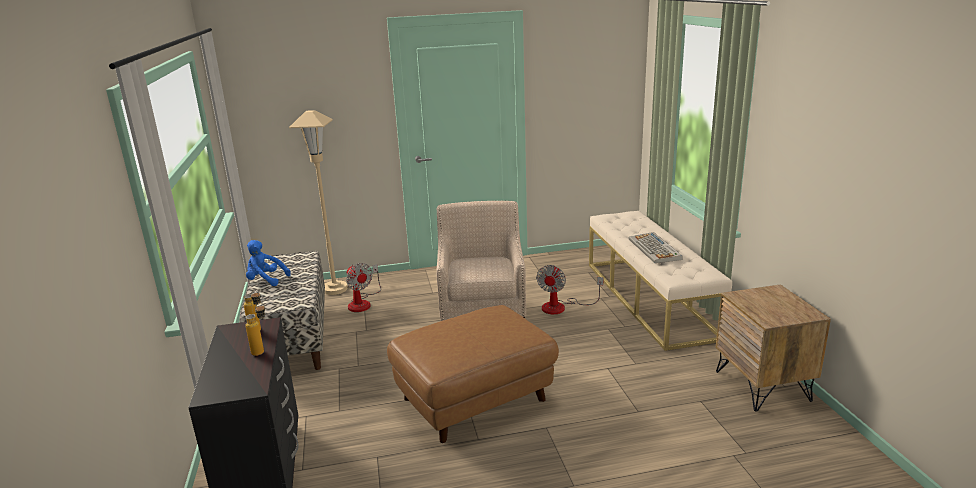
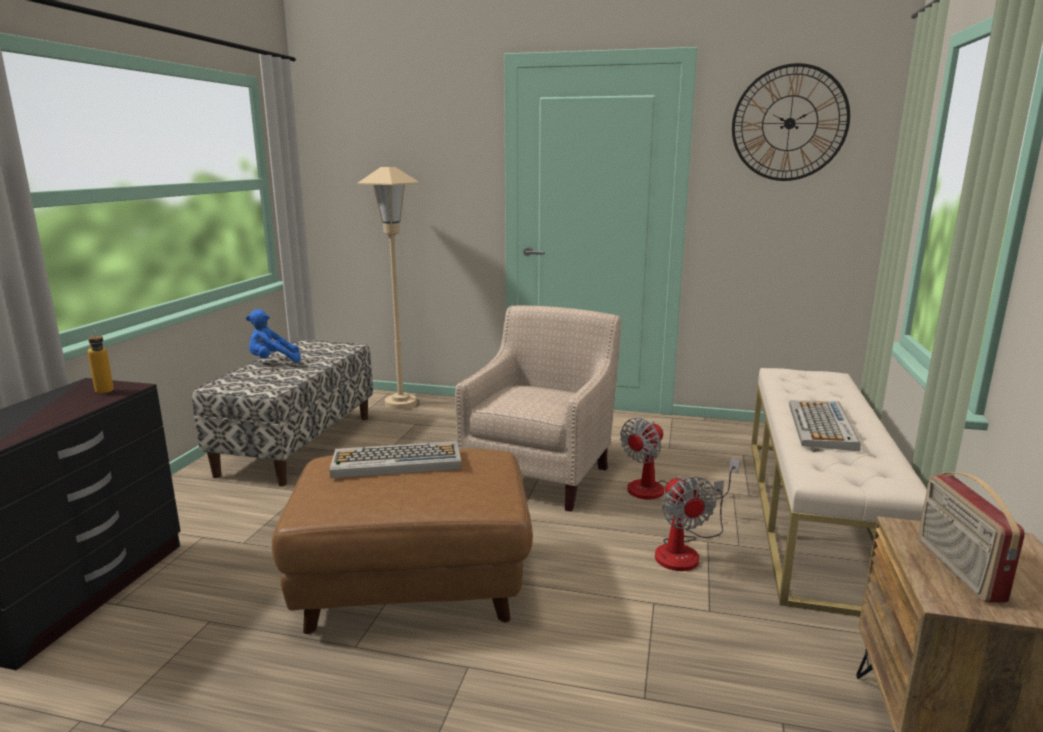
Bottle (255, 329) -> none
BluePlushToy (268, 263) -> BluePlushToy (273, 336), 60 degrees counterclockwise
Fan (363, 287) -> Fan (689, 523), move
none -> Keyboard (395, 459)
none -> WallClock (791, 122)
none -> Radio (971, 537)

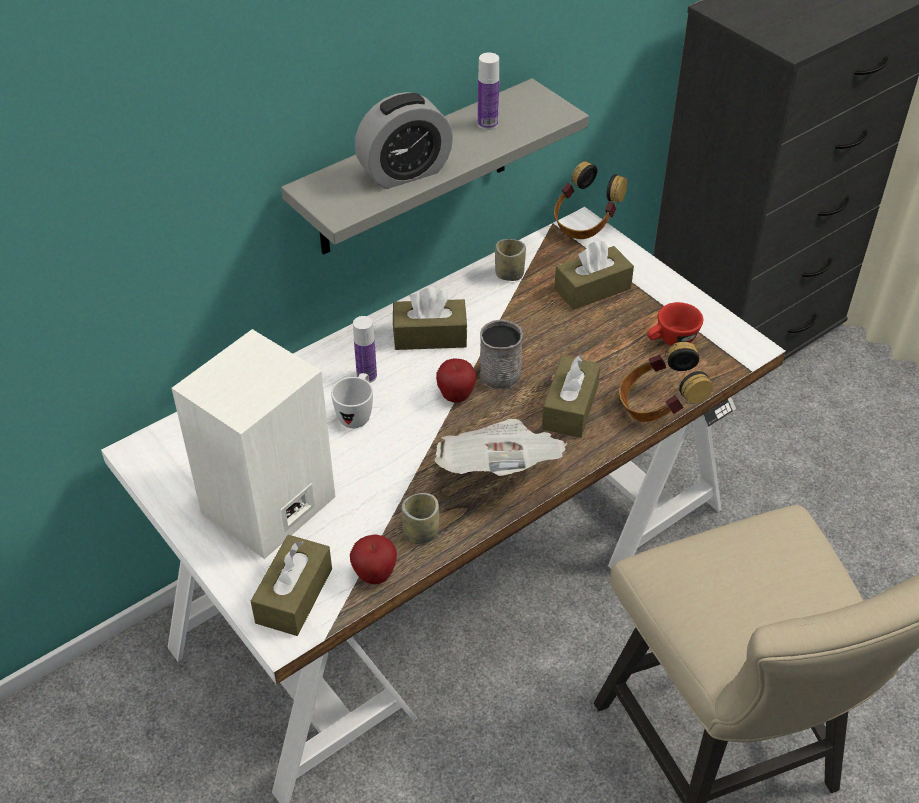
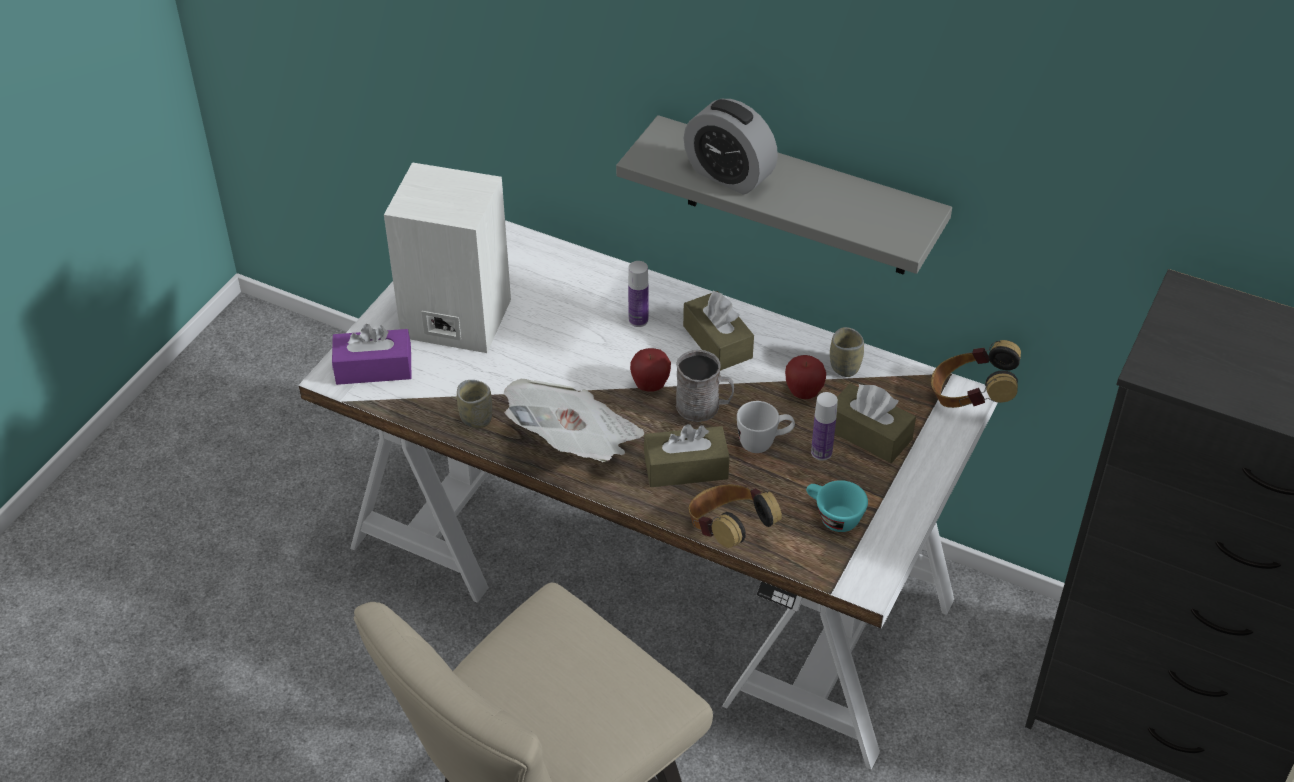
BrownTissueBox (291, 585) -> PurpleTissueBox (372, 354)
WhiteMug (352, 400) -> WhiteMug (766, 427), move
Apple (373, 559) -> Apple (805, 377), move
Bottle (488, 91) -> Bottle (824, 426), move
RedCup (675, 324) -> TurquoiseCup (837, 506)

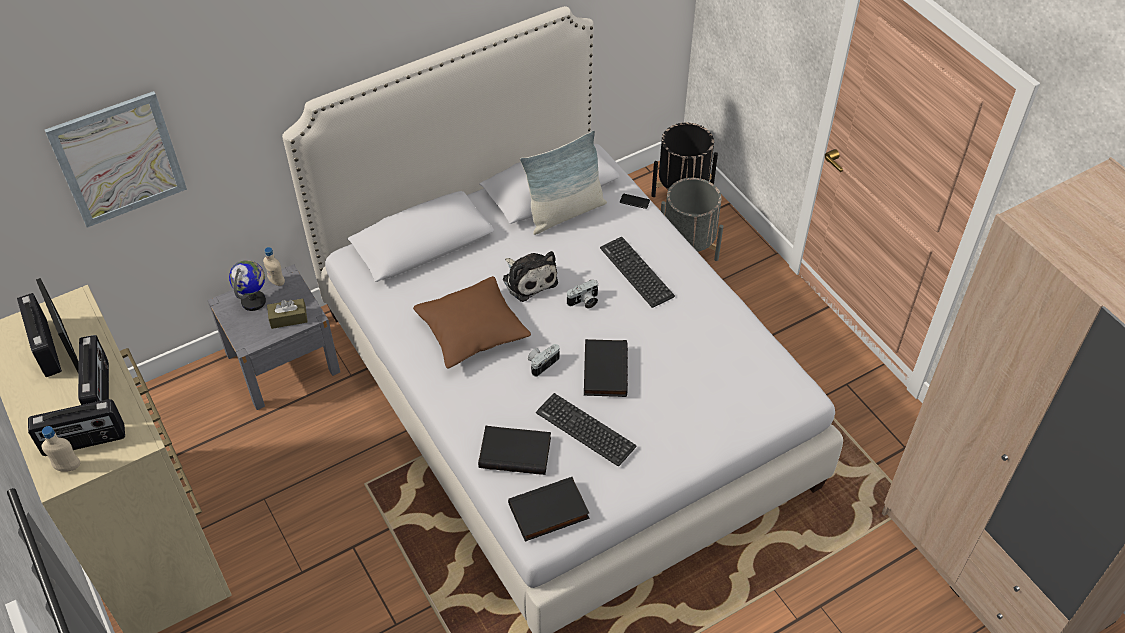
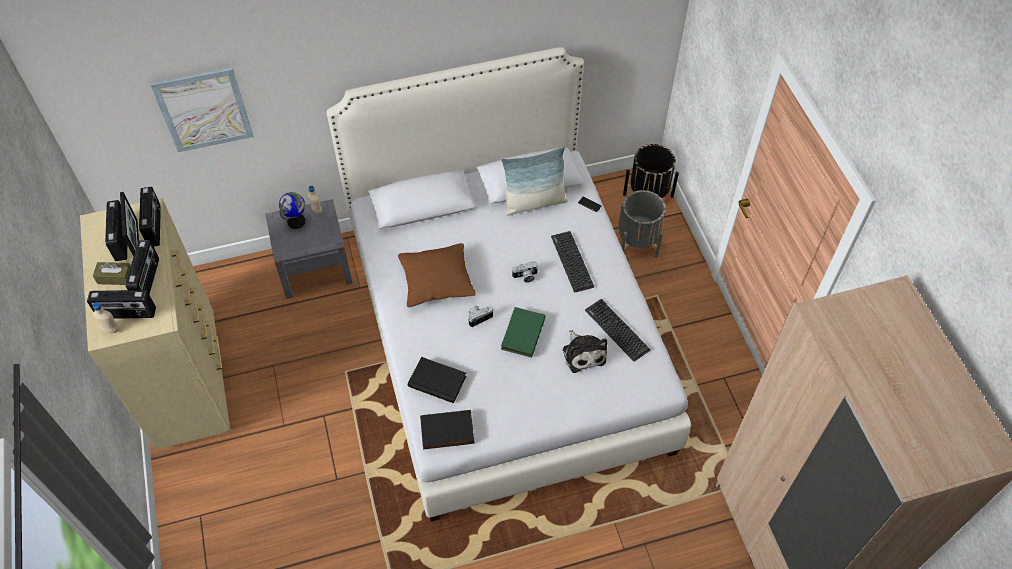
BrownTissueBox (287, 314) -> BrownTissueBox (112, 273), move
PlushToy (530, 276) -> PlushToy (585, 351), move
Keyboard (586, 429) -> Keyboard (617, 330), move
BlackBook (606, 368) -> GreenBook (523, 332)
none -> Radio (150, 216)

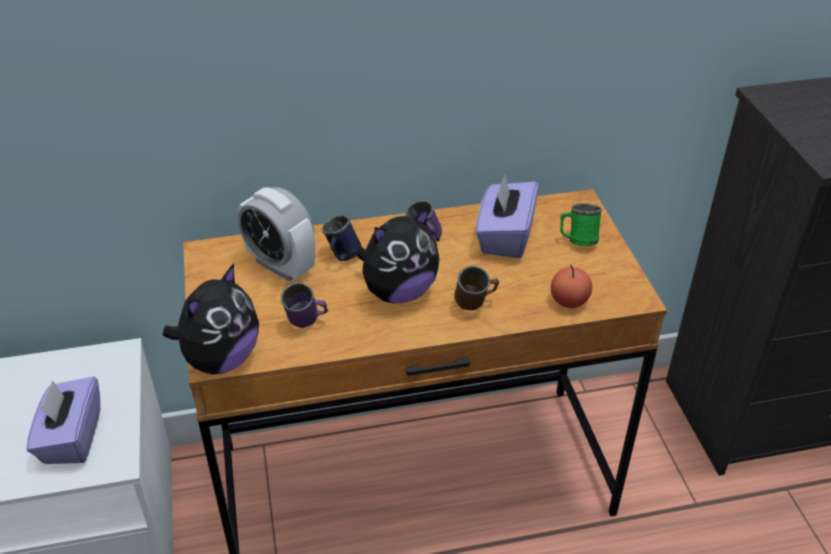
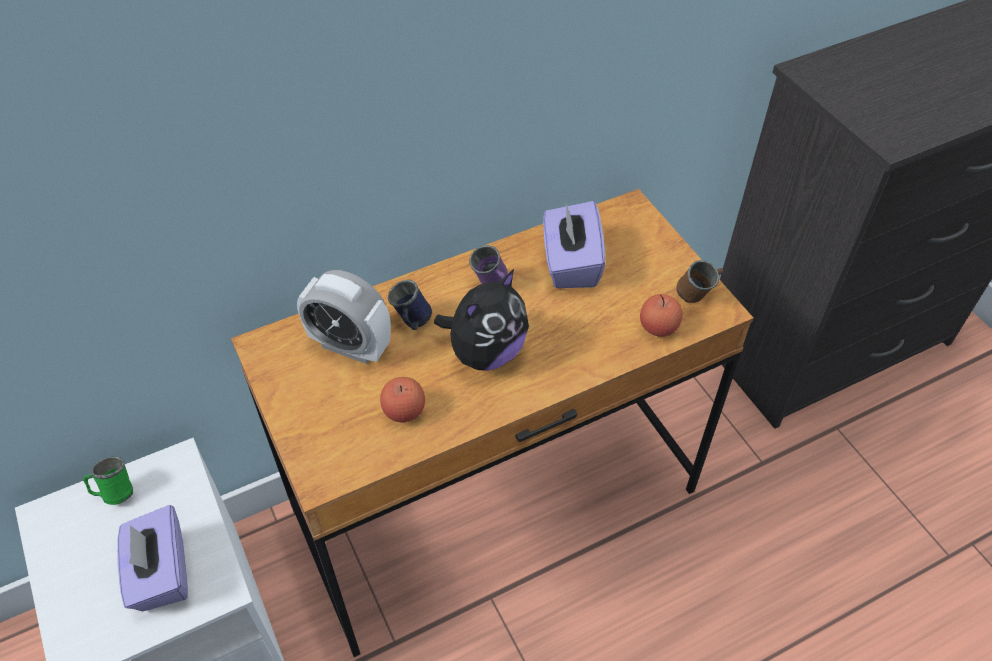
PlushToy (211, 318) -> none
PurpleMug (304, 305) -> Apple (402, 399)
BrownMug (476, 288) -> BrownMug (699, 281), move
GreenMug (581, 225) -> GreenMug (108, 481), move

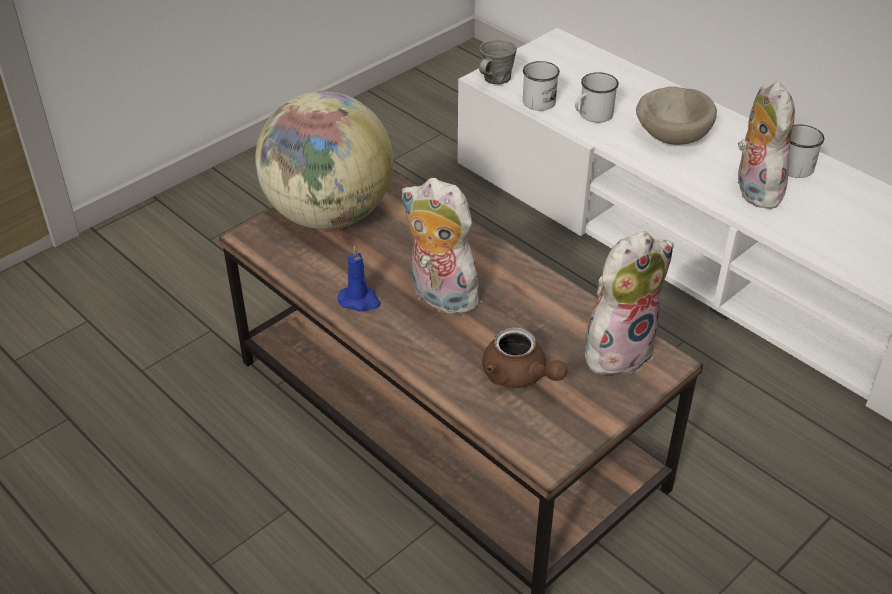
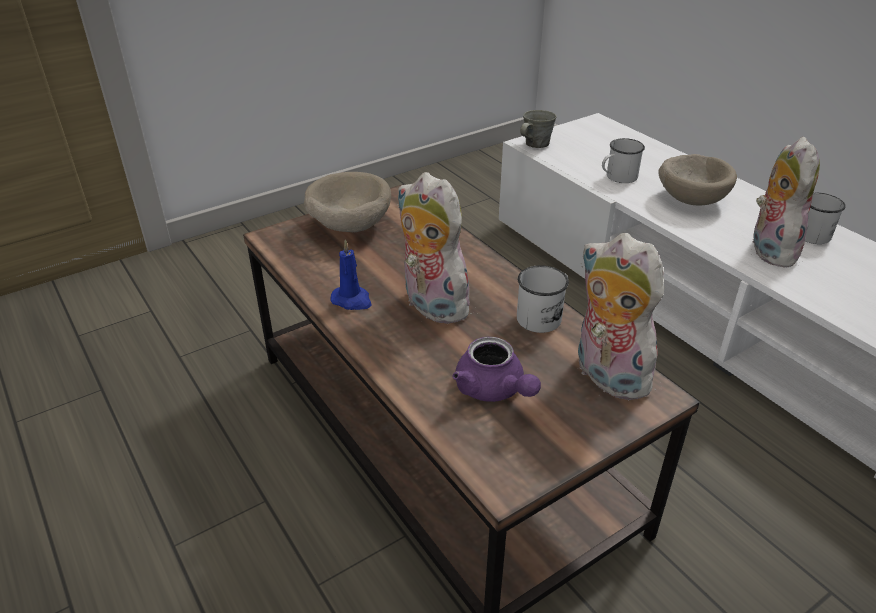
Globe (324, 160) -> BeigeBowl (347, 202)
BrownTeapot (525, 357) -> PurpleTeapot (497, 369)
WhiteMug (541, 86) -> WhiteMug (543, 299), move
PlushToy (629, 303) -> PlushToy (621, 316), 105 degrees counterclockwise

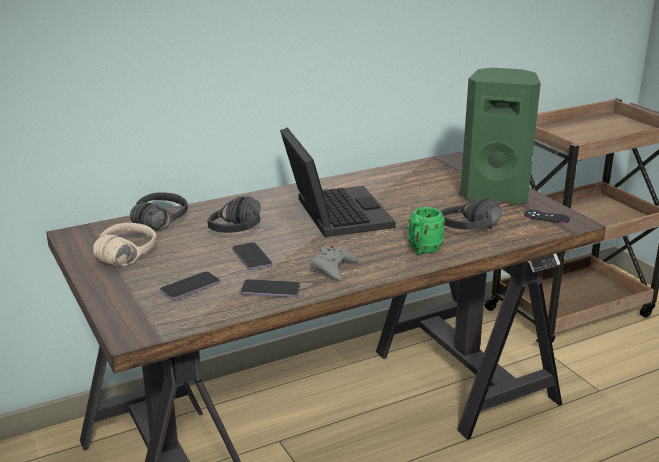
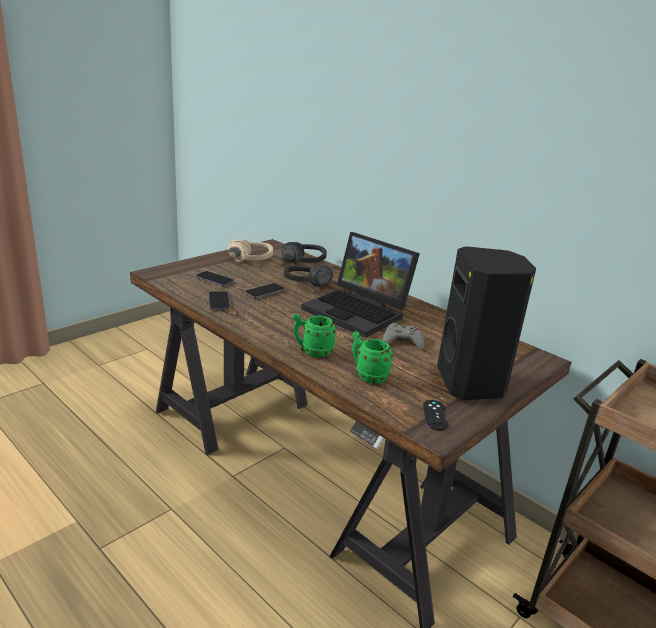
Laptop (338, 182) -> Laptop (360, 285), 75 degrees clockwise
GreyGameController (334, 263) -> GreyGameController (403, 336), move
BlackHeadphones (471, 214) -> GreenMug (372, 357)
GreenSpeaker (500, 136) -> BlackSpeaker (486, 323)

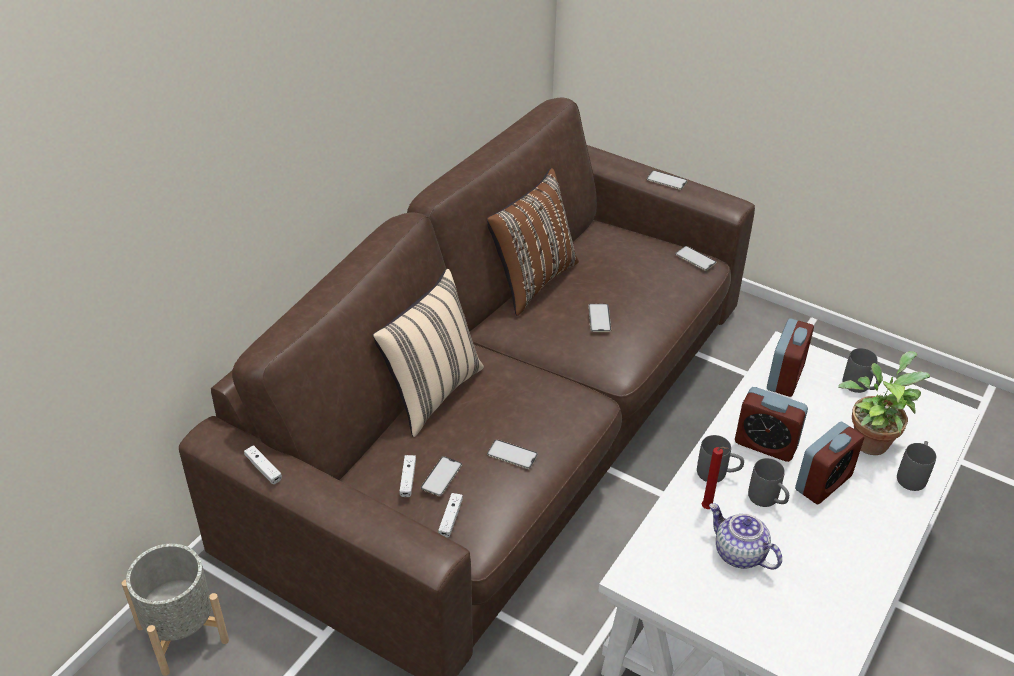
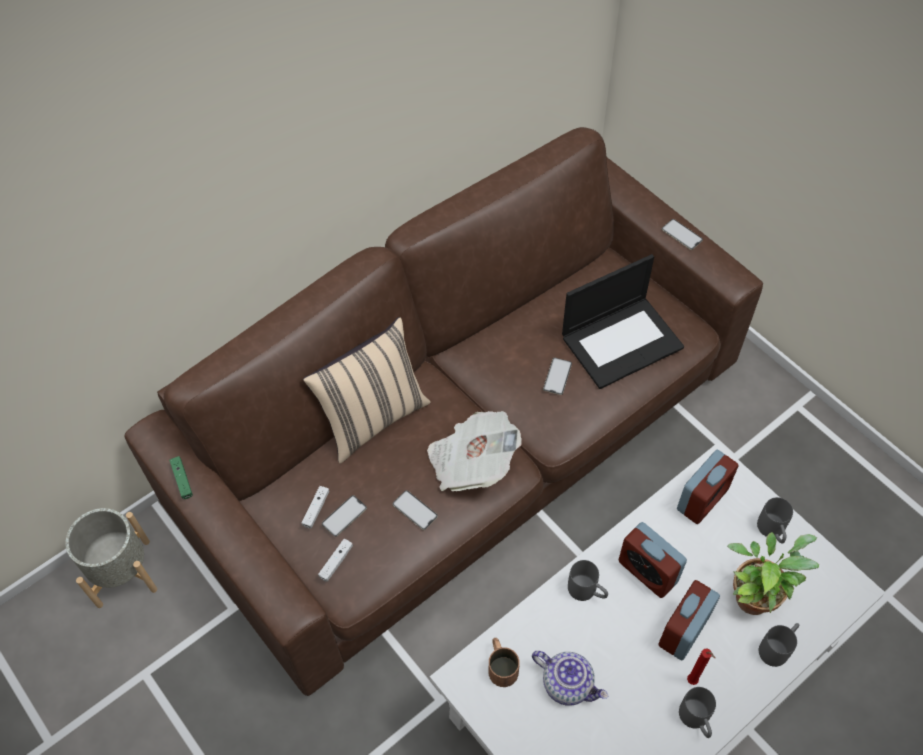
WhiteGameController (263, 464) -> GreenGameController (181, 477)
BrownPillow (533, 242) -> none
Phone (695, 258) -> none
RedCandle (715, 478) -> RedCandle (701, 666), move
Teapot (745, 536) -> Teapot (570, 678), 150 degrees clockwise
GreyMug (768, 482) -> GreyMug (697, 712), move
AlarmClock (829, 463) -> AlarmClock (689, 620), 150 degrees clockwise
none -> Newspaper (474, 451)
none -> BrownMug (504, 662)
none -> Laptop (623, 321)

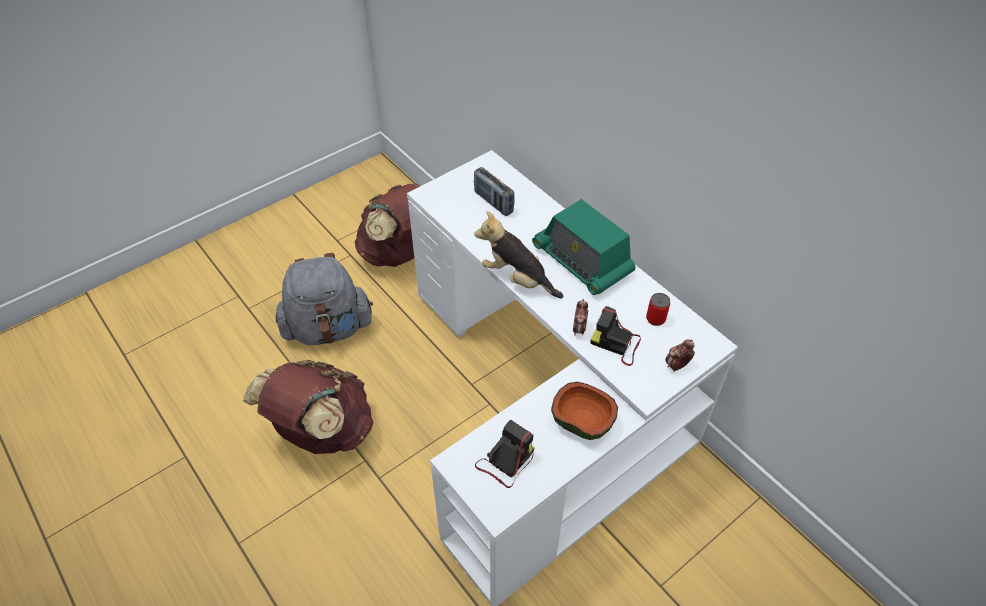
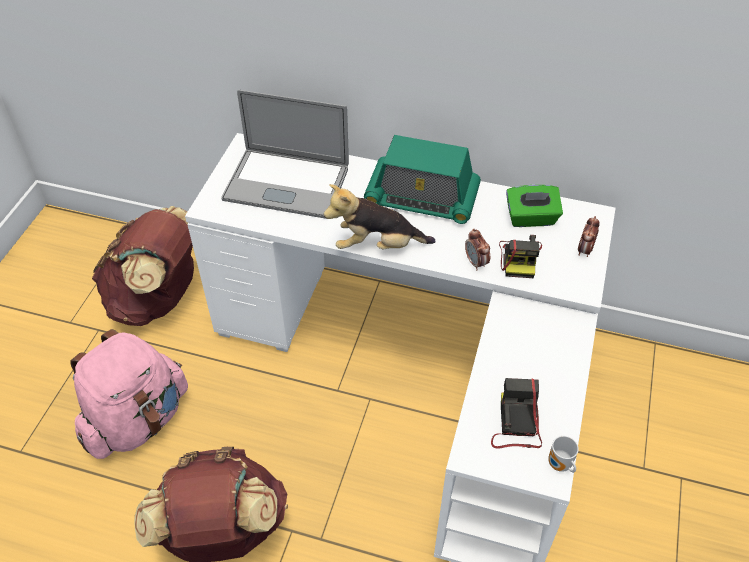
GreyBackpack (324, 299) -> PinkBackpack (129, 394)
Radio (494, 191) -> Laptop (285, 154)
Bowl (584, 411) -> none
PhotoCamera (616, 336) -> PhotoCamera (520, 256), 75 degrees counterclockwise
Can (658, 309) -> GreenTissueBox (534, 206)
none -> Mug (563, 454)

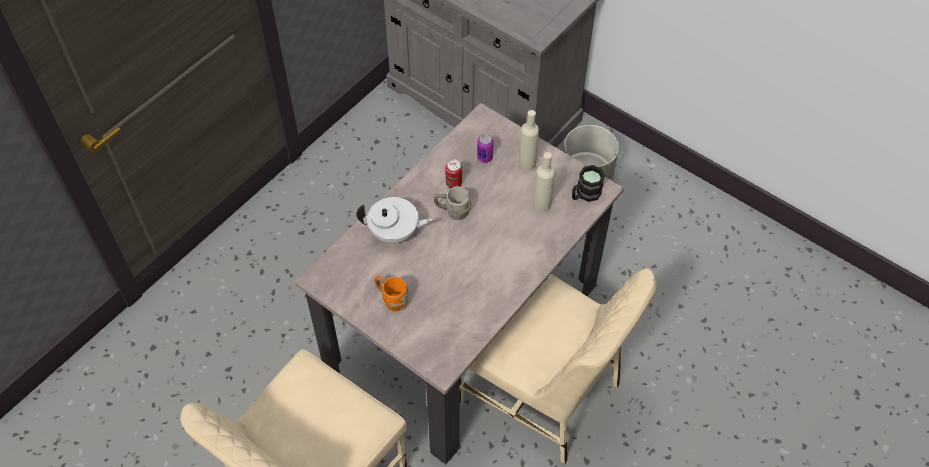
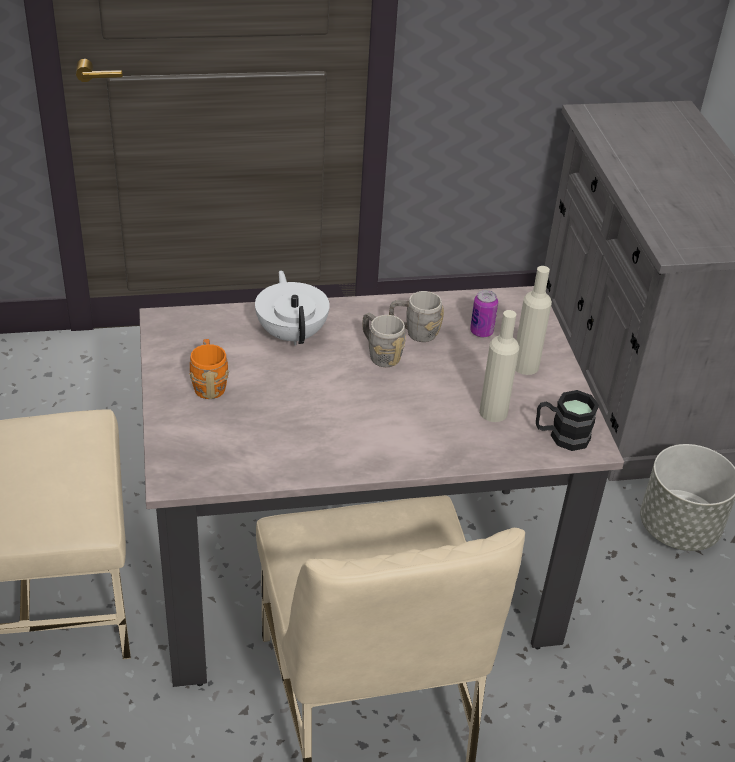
WhiteTeapot (394, 220) -> WhiteTeapot (292, 308), 150 degrees counterclockwise
Can (454, 174) -> GreyMug (416, 316)

